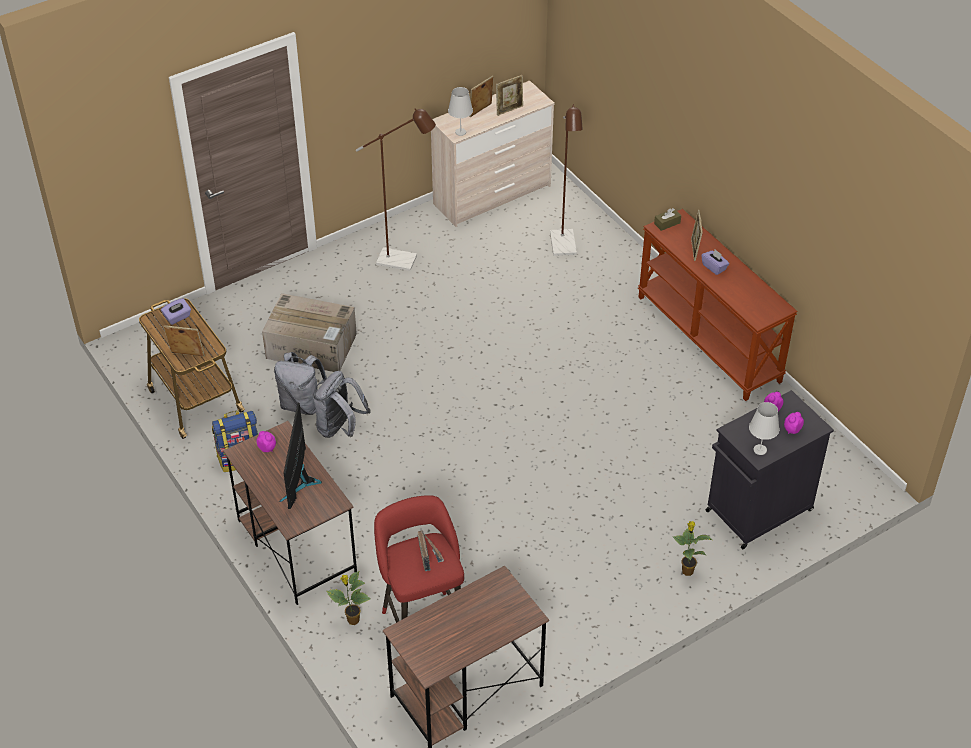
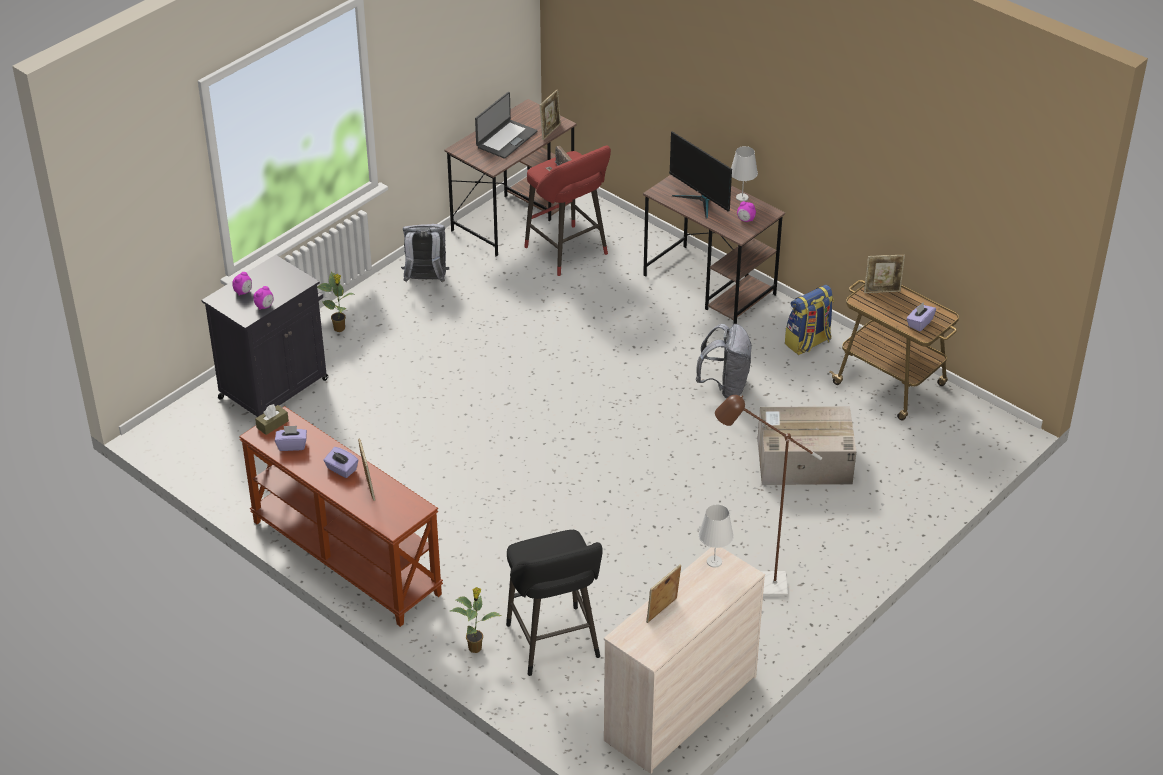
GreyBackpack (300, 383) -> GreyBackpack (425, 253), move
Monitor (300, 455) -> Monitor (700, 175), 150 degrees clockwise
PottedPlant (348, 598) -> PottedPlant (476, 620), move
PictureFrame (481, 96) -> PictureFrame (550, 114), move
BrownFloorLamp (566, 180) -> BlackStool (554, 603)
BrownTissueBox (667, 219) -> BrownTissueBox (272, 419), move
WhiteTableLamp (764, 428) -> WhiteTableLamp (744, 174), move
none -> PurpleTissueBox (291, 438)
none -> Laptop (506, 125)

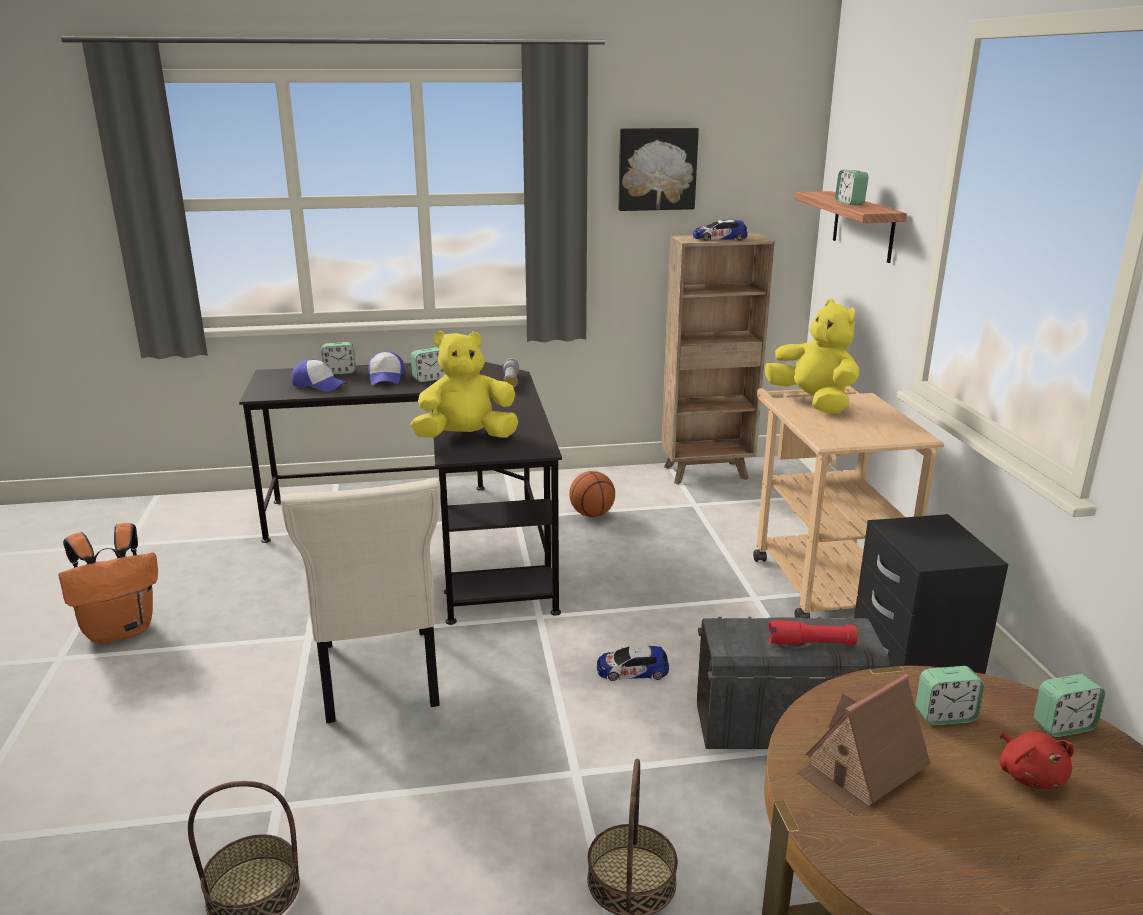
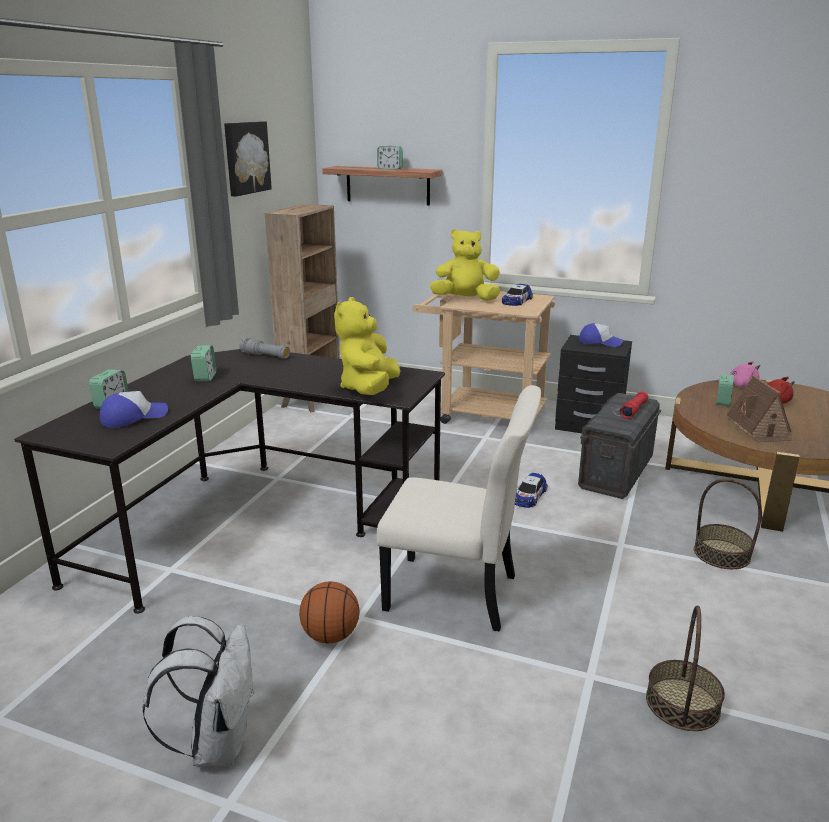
OrangeBackpack (108, 583) -> WhiteBackpack (198, 691)
Cap (386, 368) -> Cap (601, 335), move
Basketball (592, 494) -> Basketball (329, 612), move
ToyCar (720, 230) -> ToyCar (517, 295), move
AlarmClock (1069, 705) -> PinkPlushToy (738, 374)

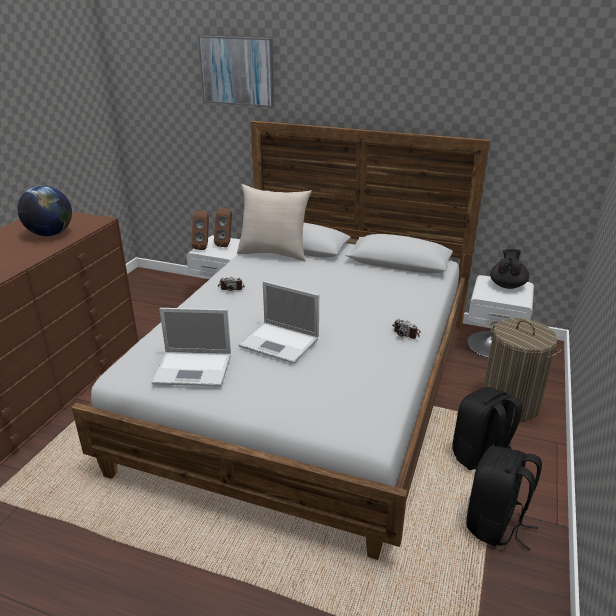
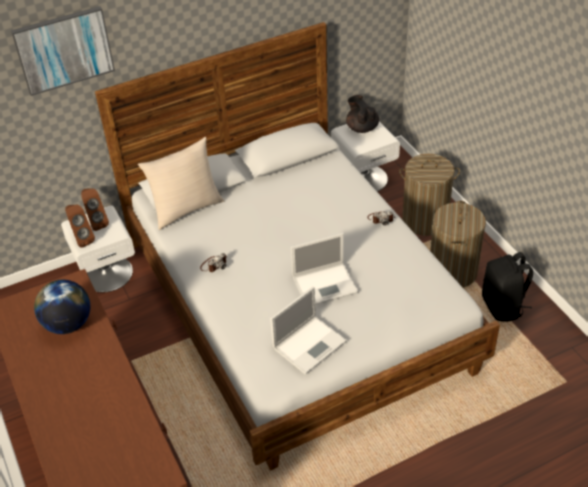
BlackBackpack (487, 428) -> LaundryBasket (458, 244)

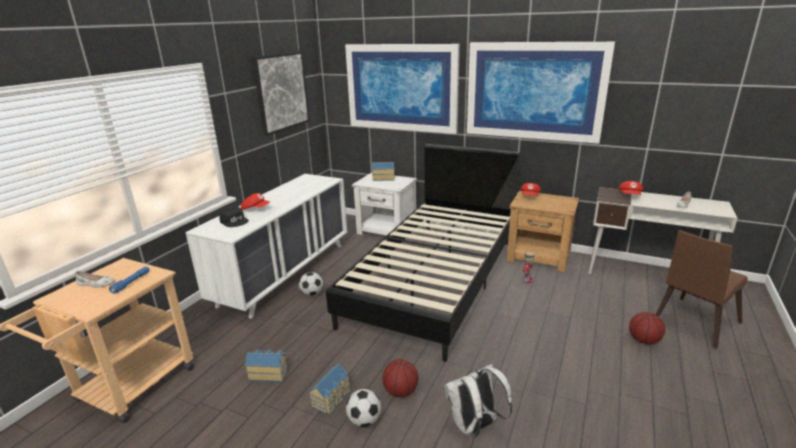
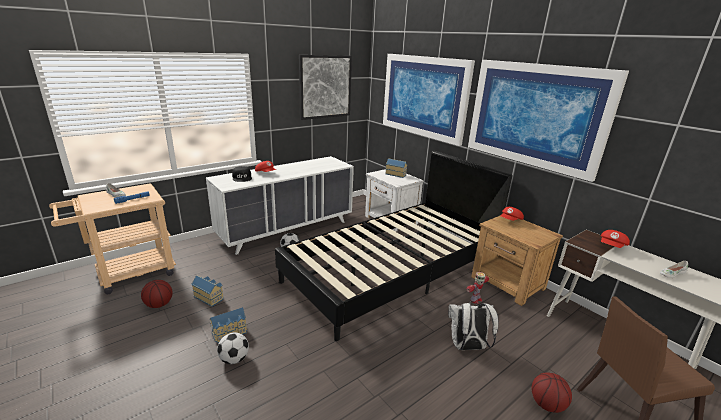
Basketball (400, 378) -> Basketball (157, 294), move
WhiteBackpack (478, 400) -> WhiteBackpack (473, 325), move

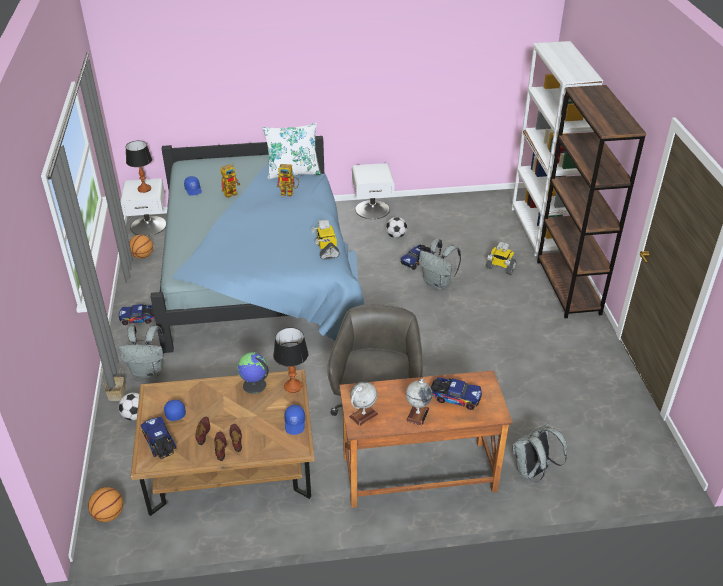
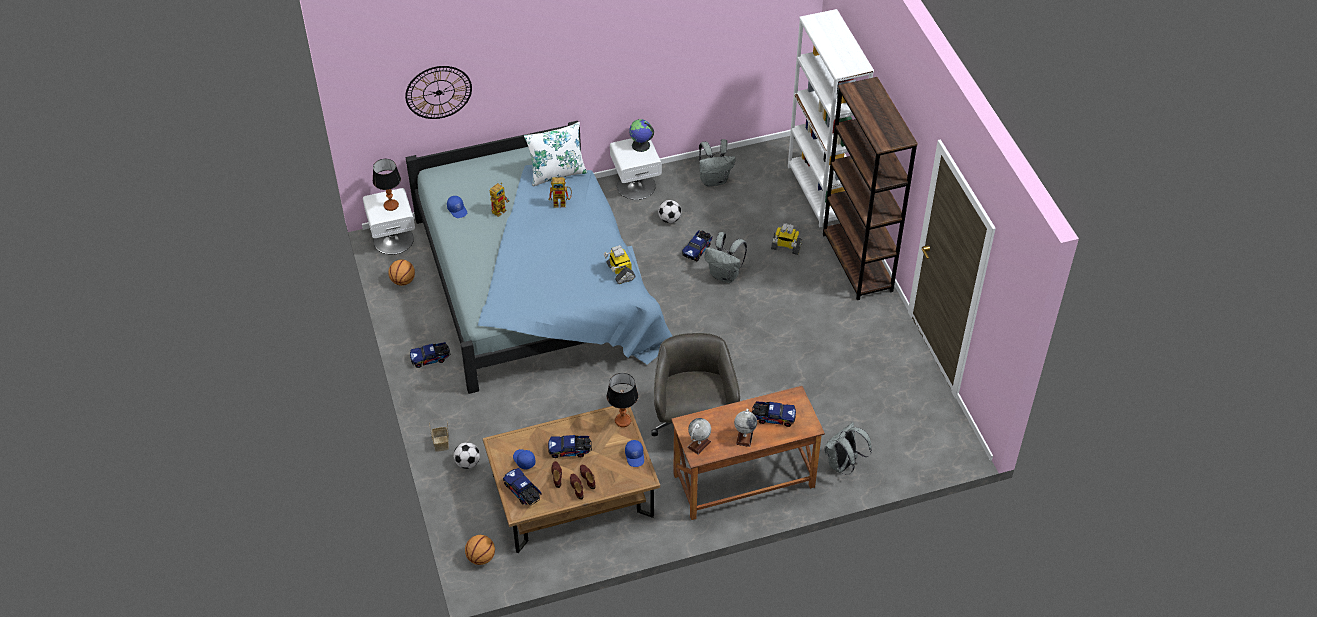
GreyBackpack (141, 351) -> GreyBackpack (717, 162), move
Globe (253, 373) -> Globe (641, 135), move
none -> WallClock (438, 92)
none -> ToyTruck (570, 446)

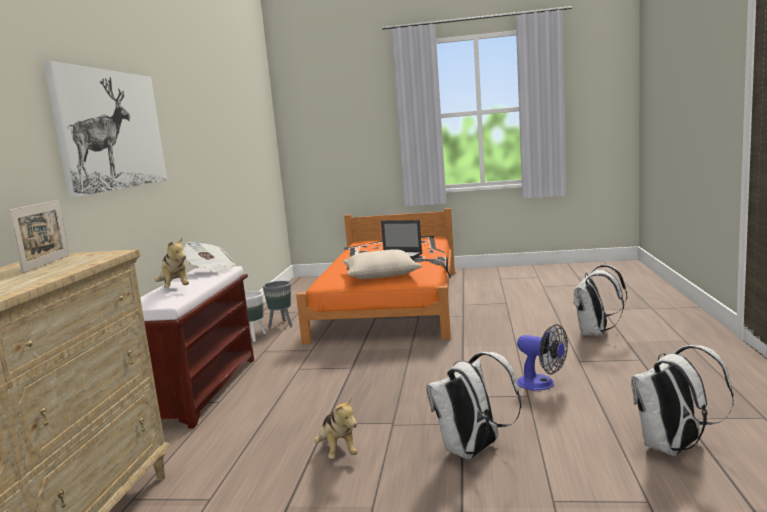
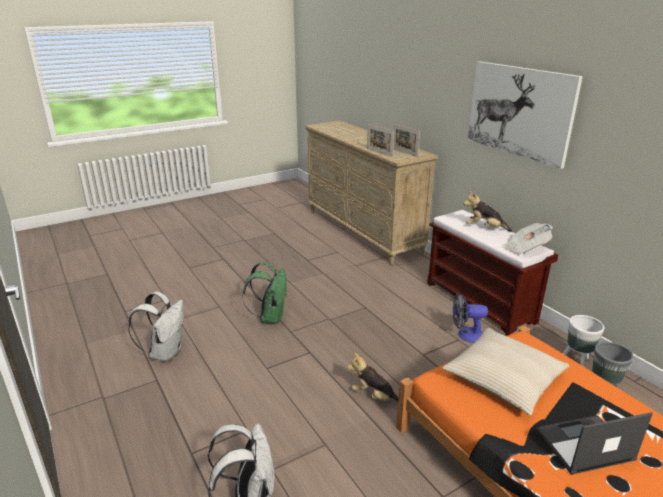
PlushToy (336, 427) -> PlushToy (373, 378), move
WhiteBackpack (473, 405) -> GreenBackpack (264, 293)
Fan (542, 357) -> Fan (470, 318), move
none -> PictureFrame (380, 140)

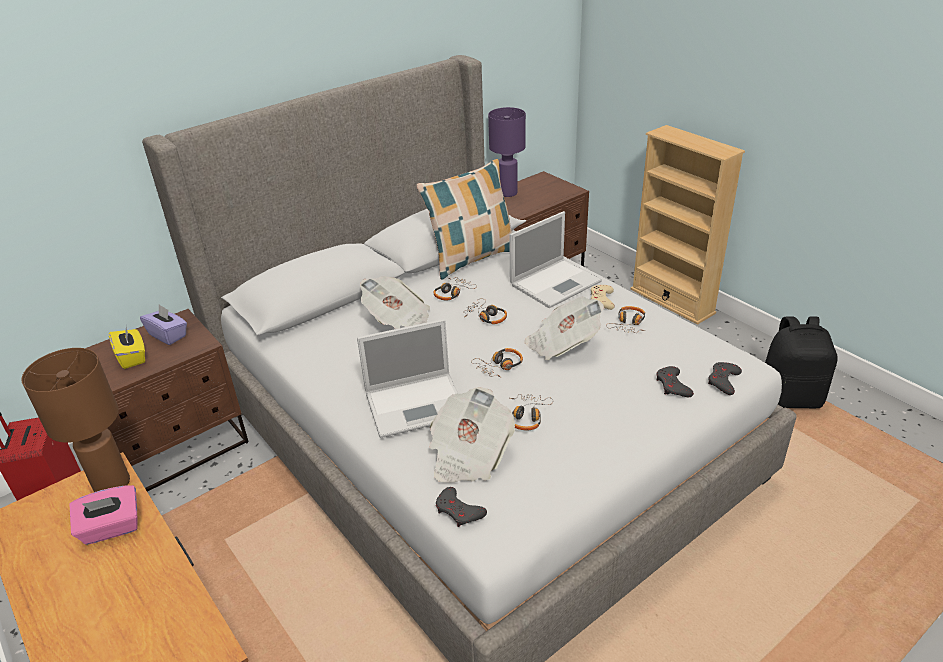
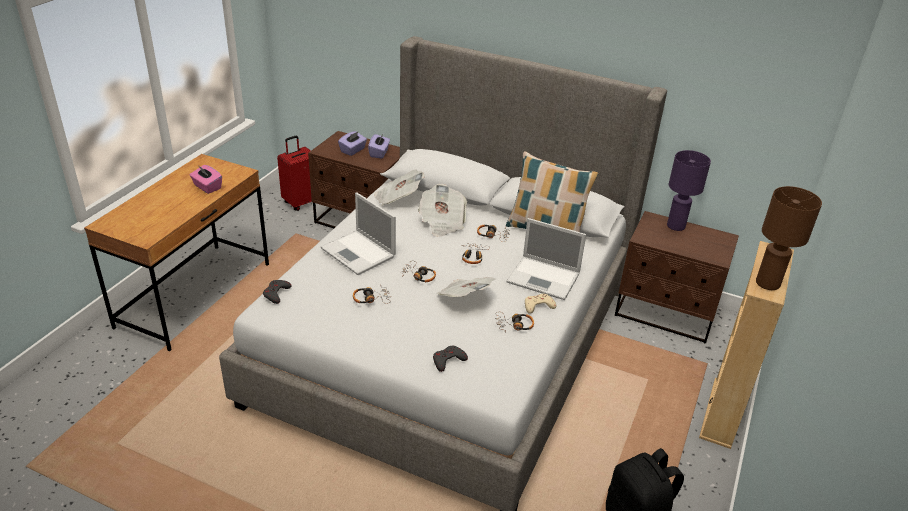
BrownTableLamp (75, 420) -> BrownTableLamp (789, 238), move
YellowTissueBox (127, 348) -> PurpleTissueBox (352, 143)
Newspaper (472, 435) -> Newspaper (399, 187), move
GreyGameController (725, 378) -> none

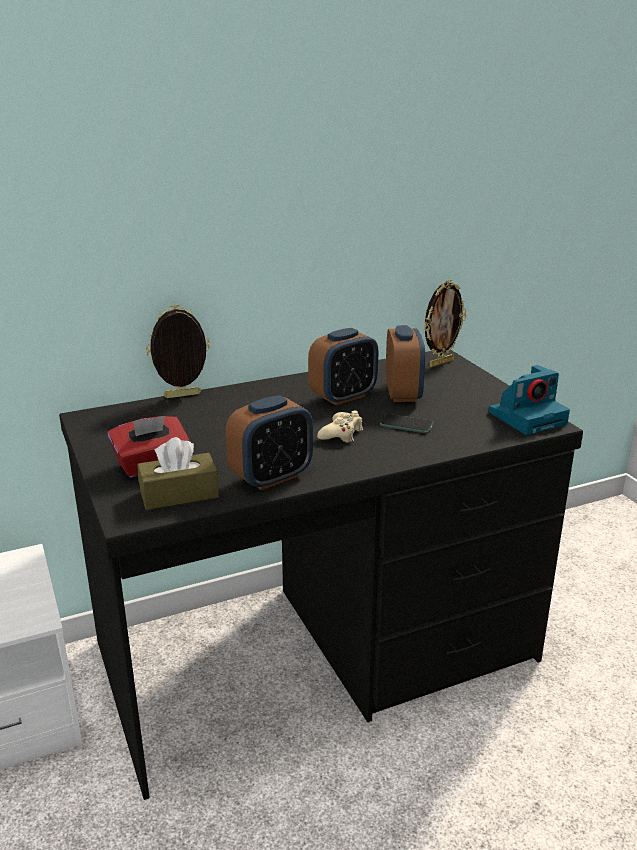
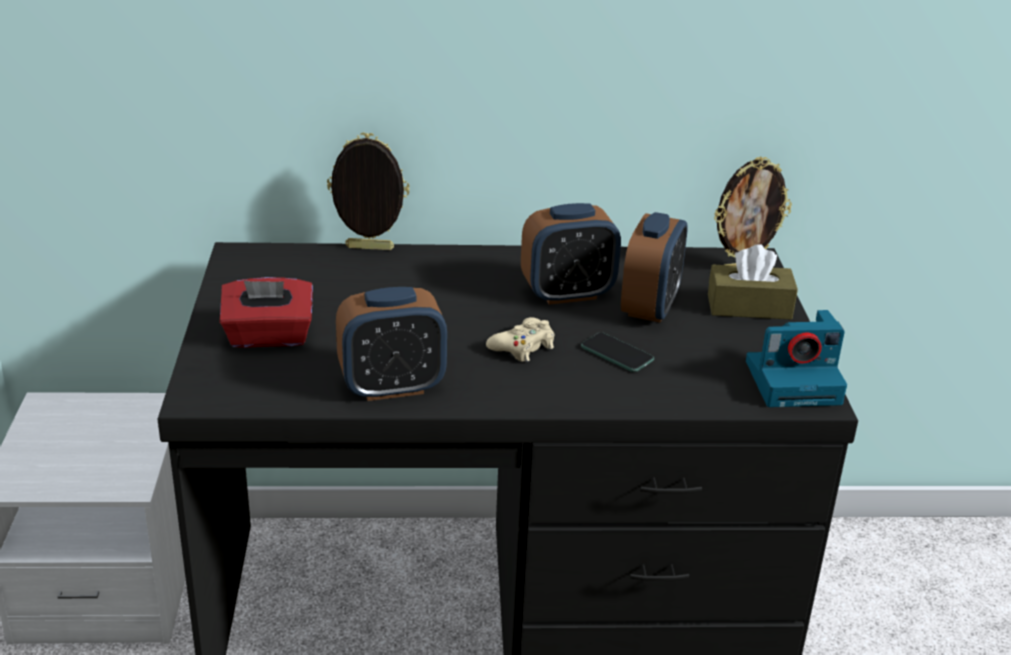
BrownTissueBox (178, 473) -> BrownTissueBox (753, 281), move

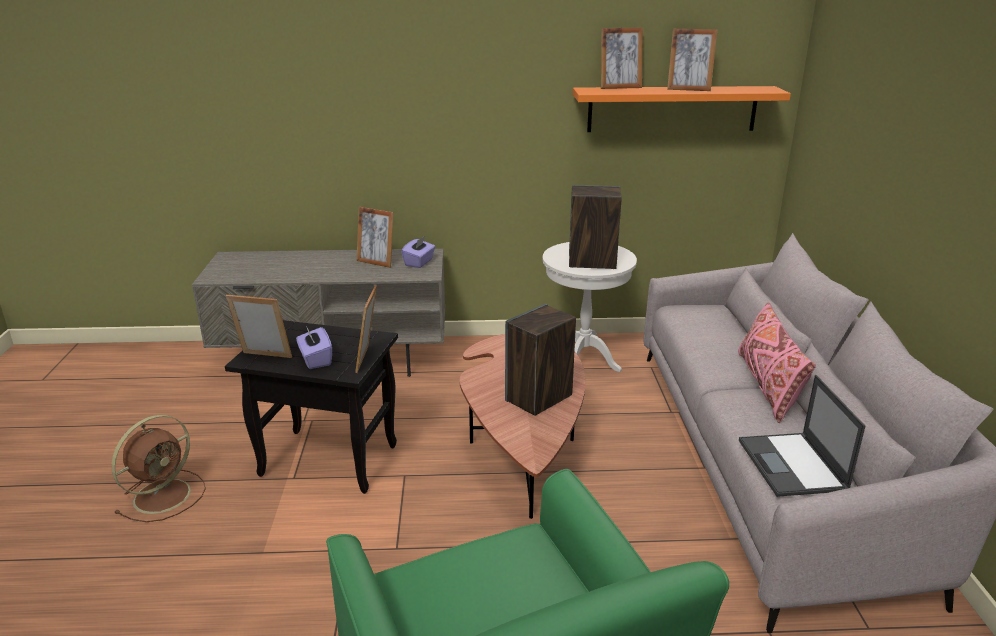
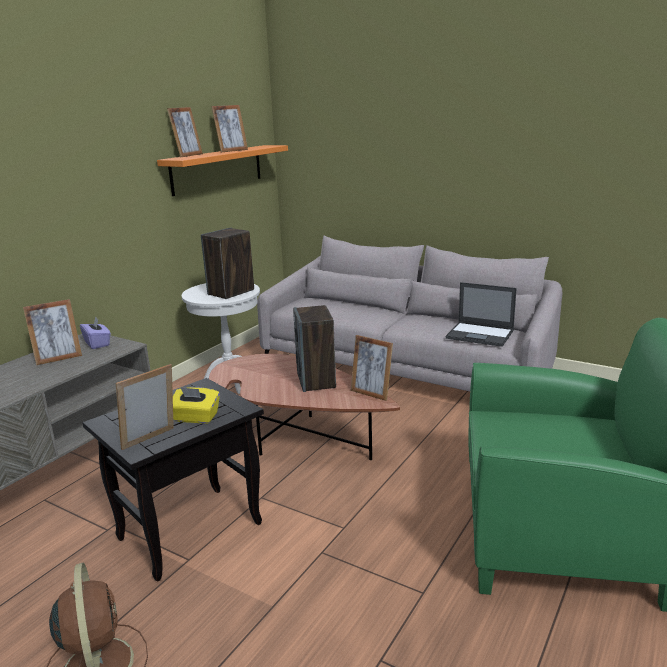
PurpleTissueBox (314, 347) -> YellowTissueBox (196, 405)
PictureFrame (366, 329) -> PictureFrame (372, 368), move
PinkPillow (777, 362) -> none

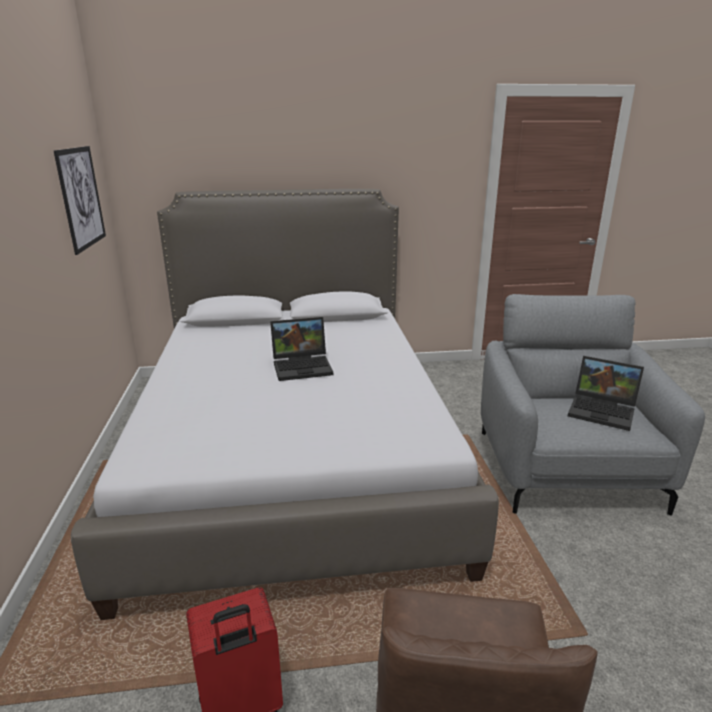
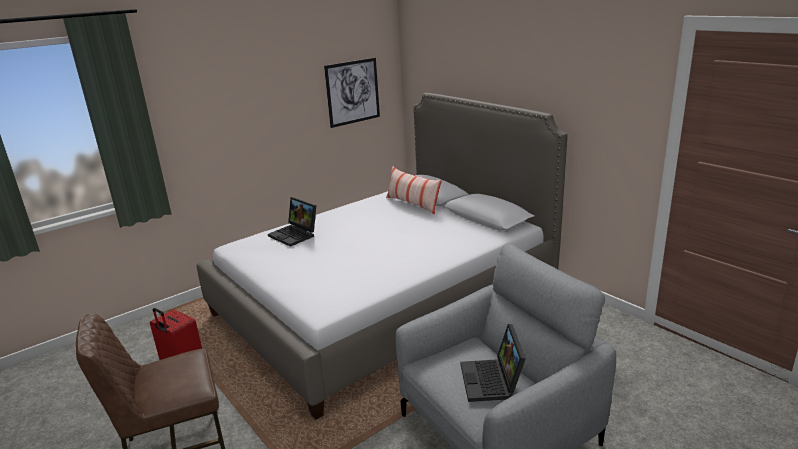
Laptop (301, 349) -> Laptop (292, 222), move
none -> Pillow (414, 190)

